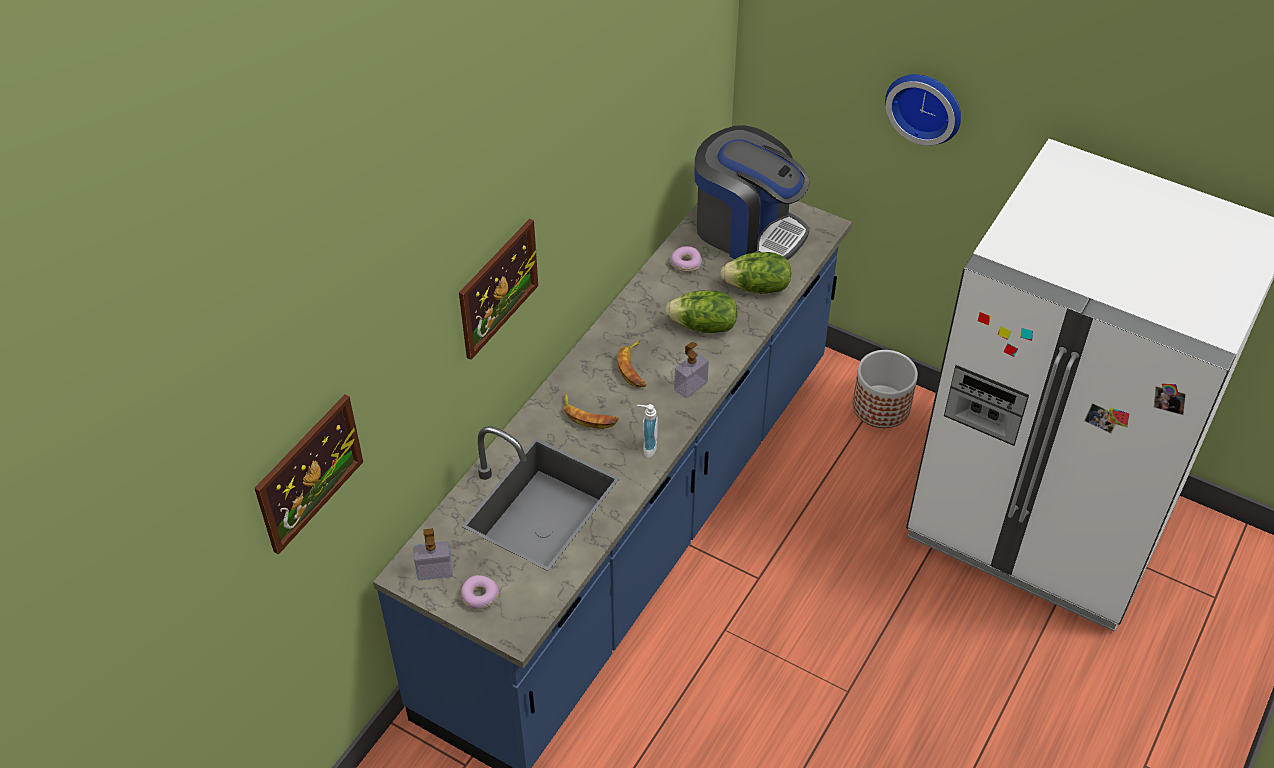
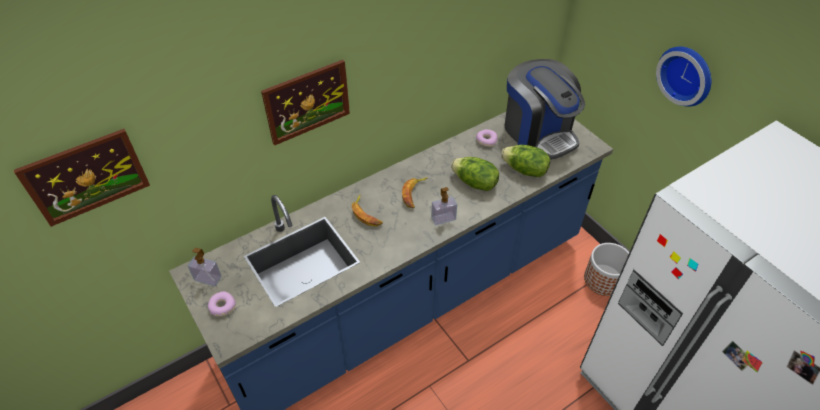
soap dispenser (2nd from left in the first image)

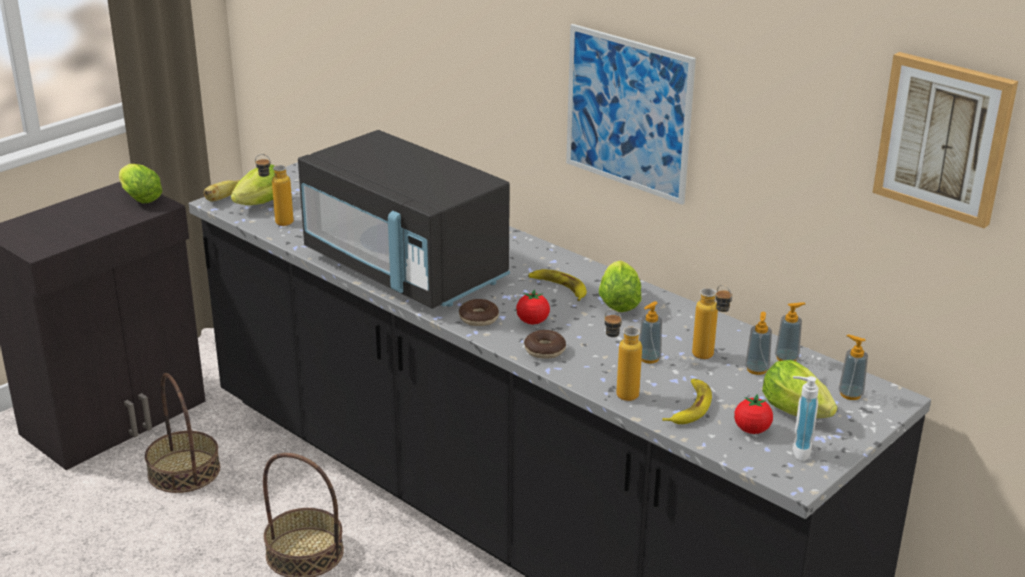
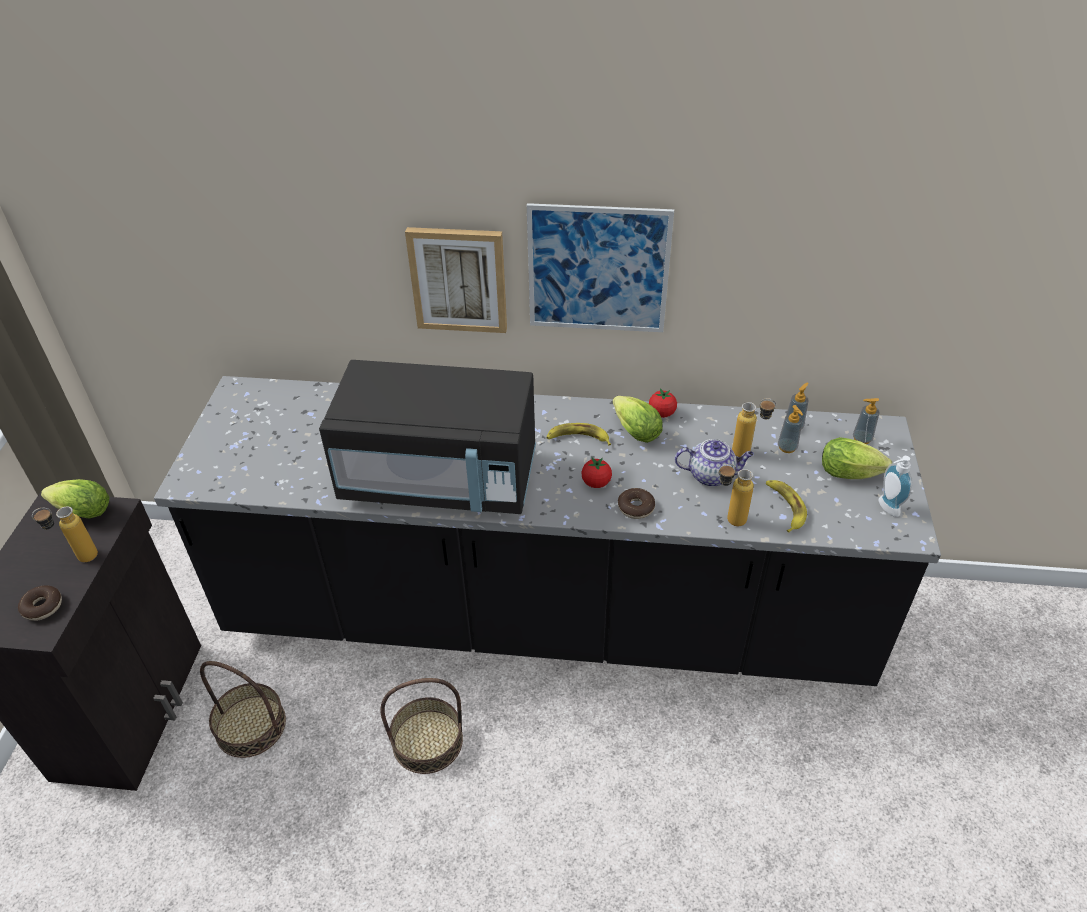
donut (1st from left)
bottle (1st from left)
picture (1st from left)
tomato (2nd from left)
teapot
banana (1st from left in the first image)
lettuce (2nd from left in the first image)

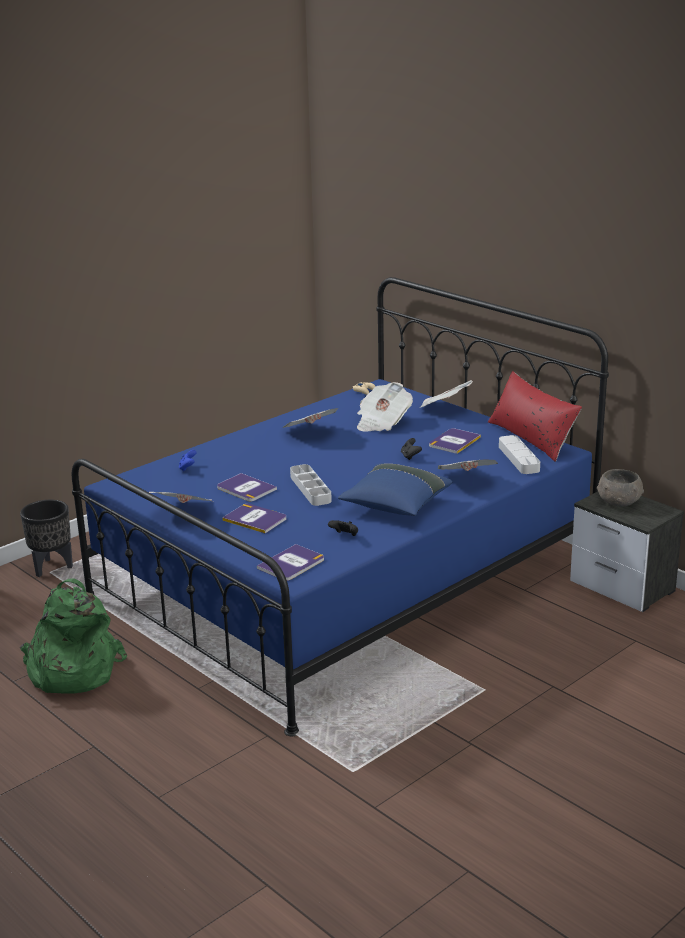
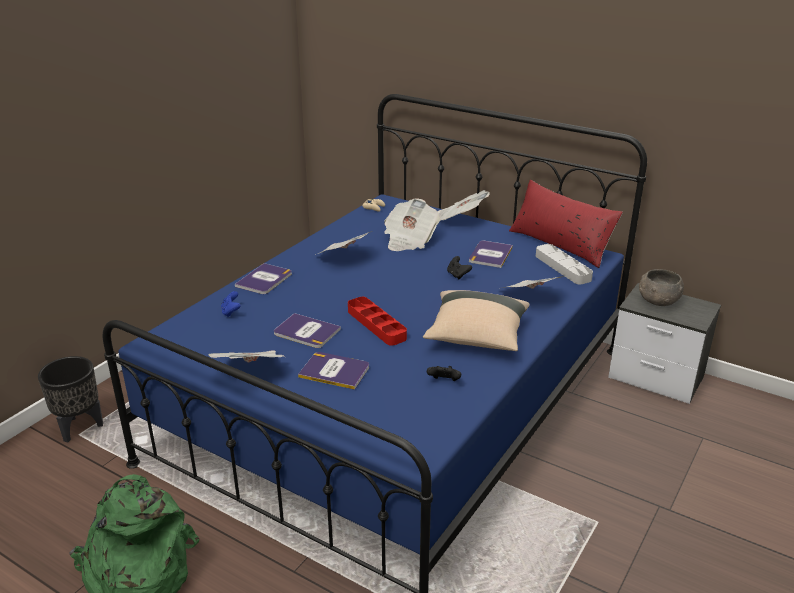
book (1st from left)
tray/red
pillow/beige

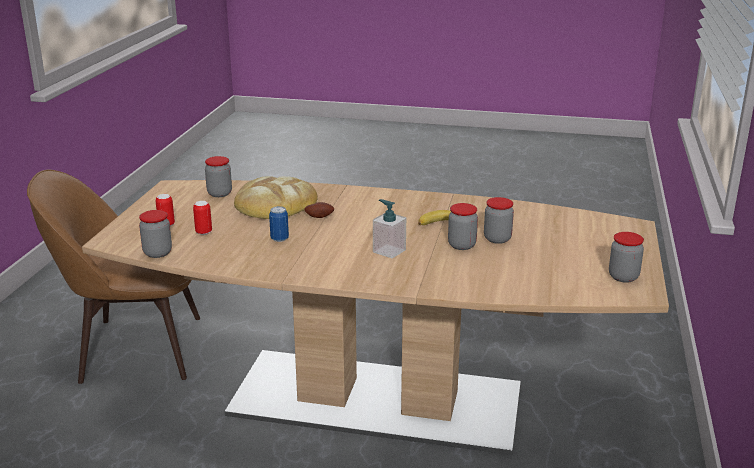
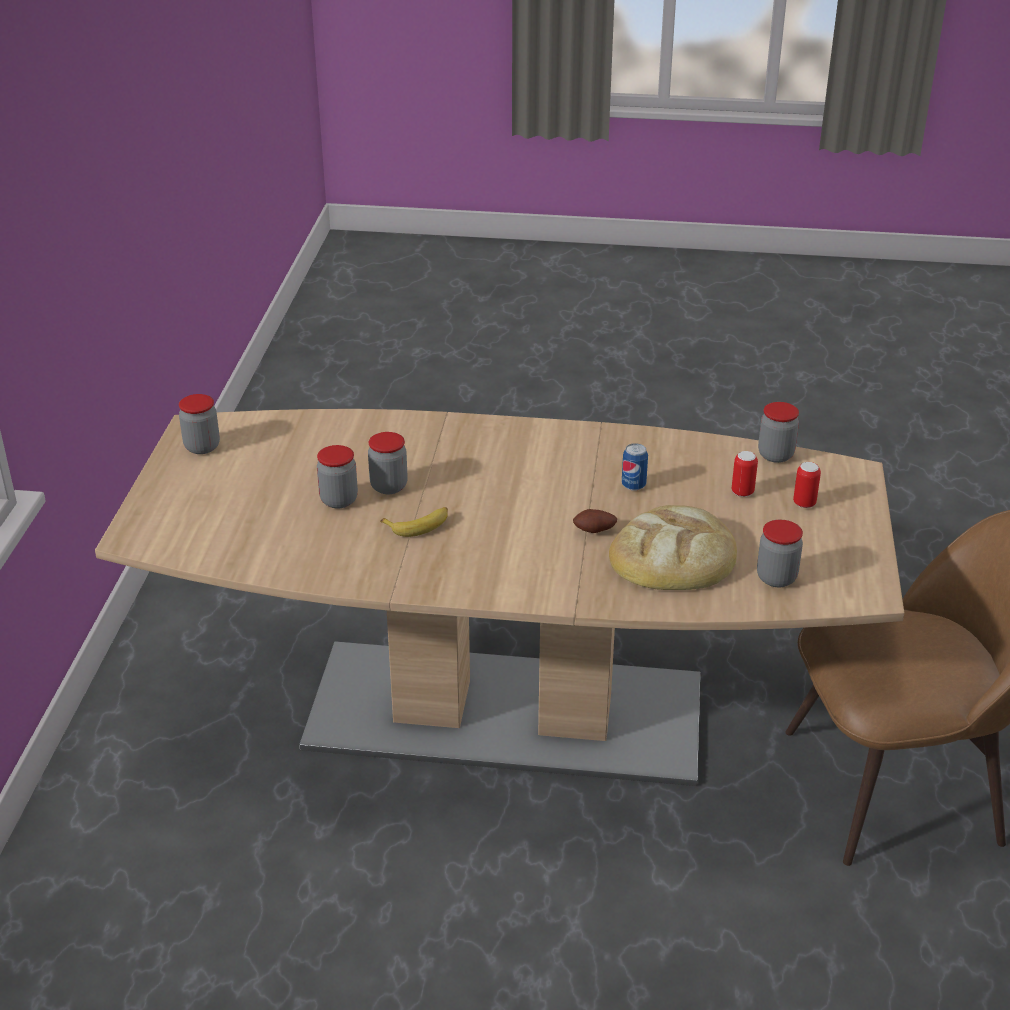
soap dispenser

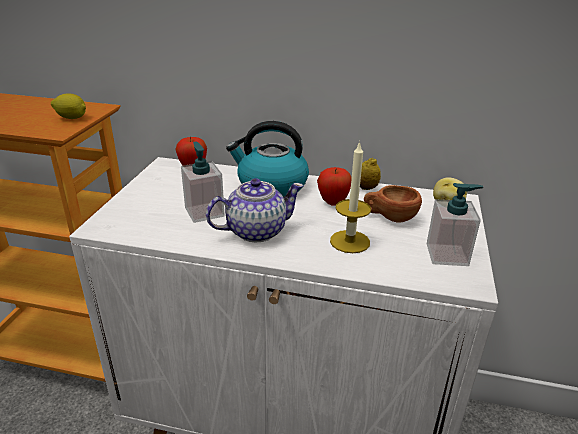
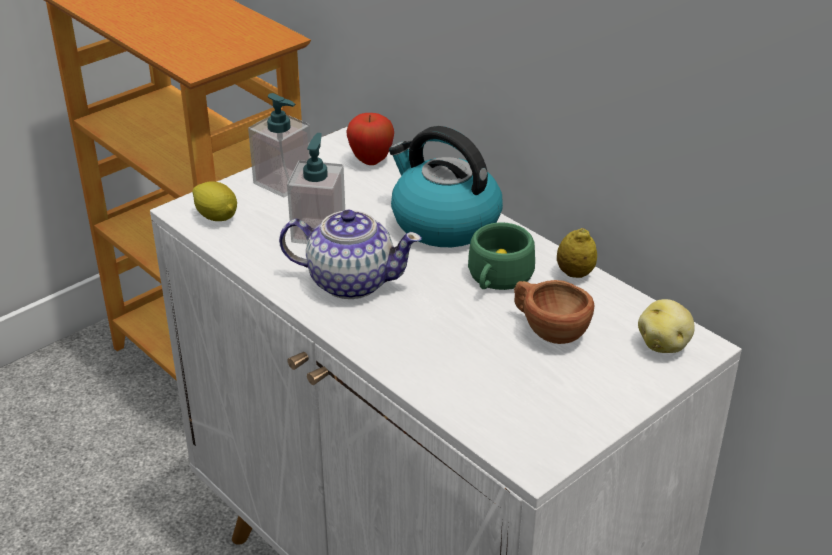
lemon (1st from left)
soap dispenser (1st from left)
cup/green
candle

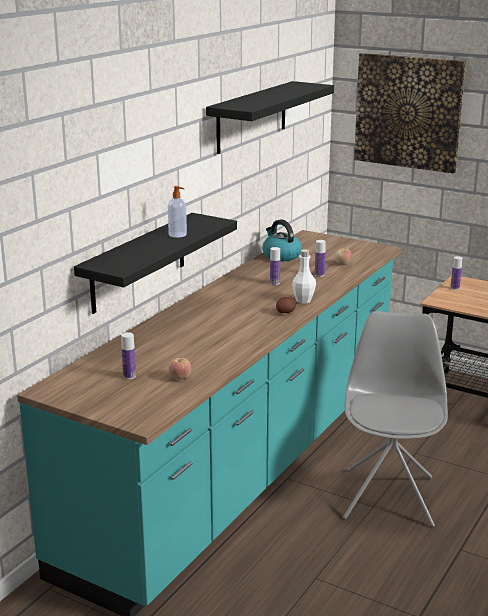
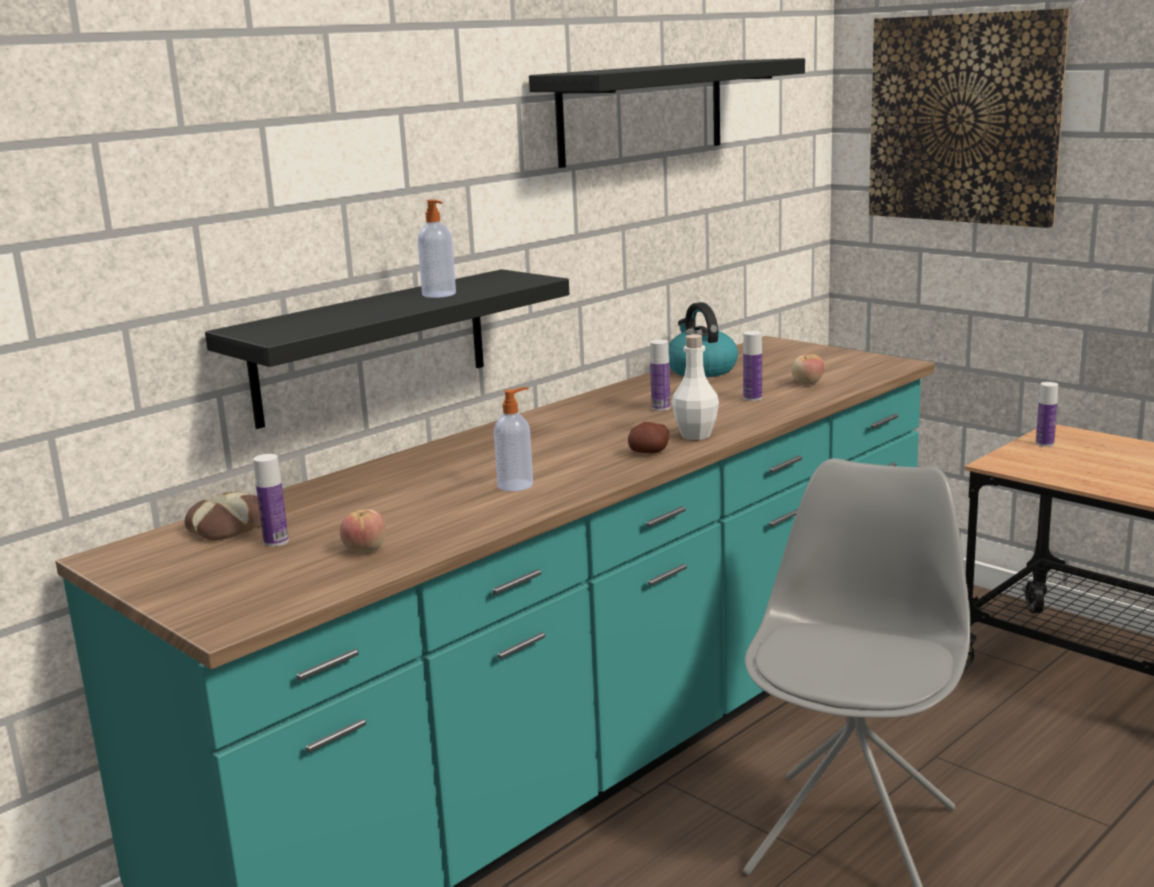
bread
soap dispenser (2nd from left)

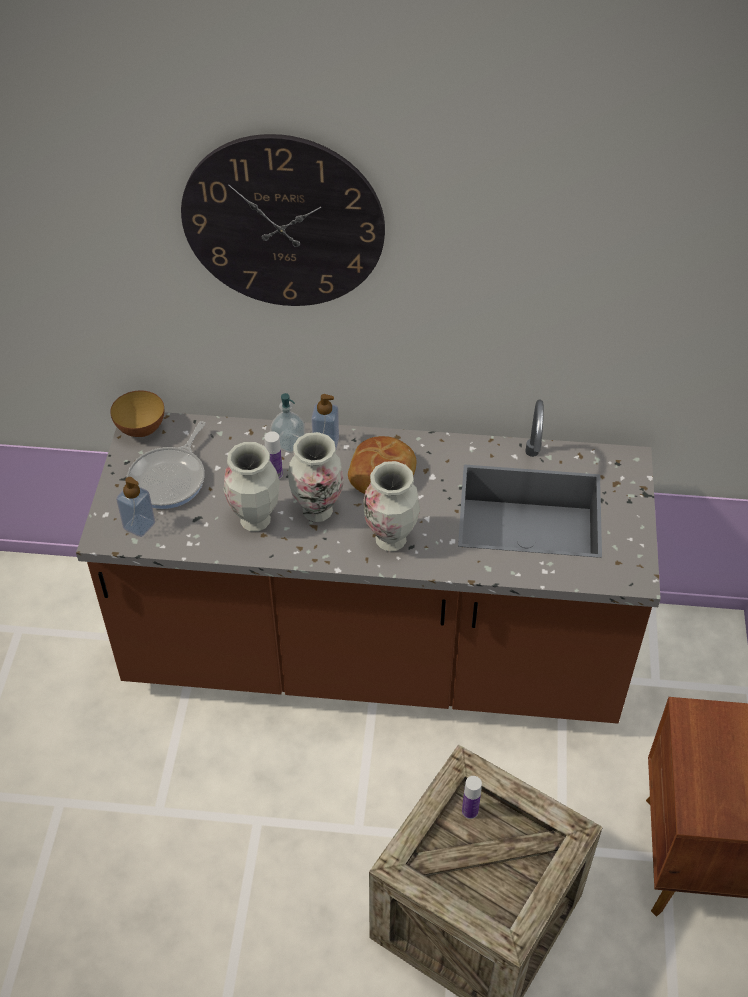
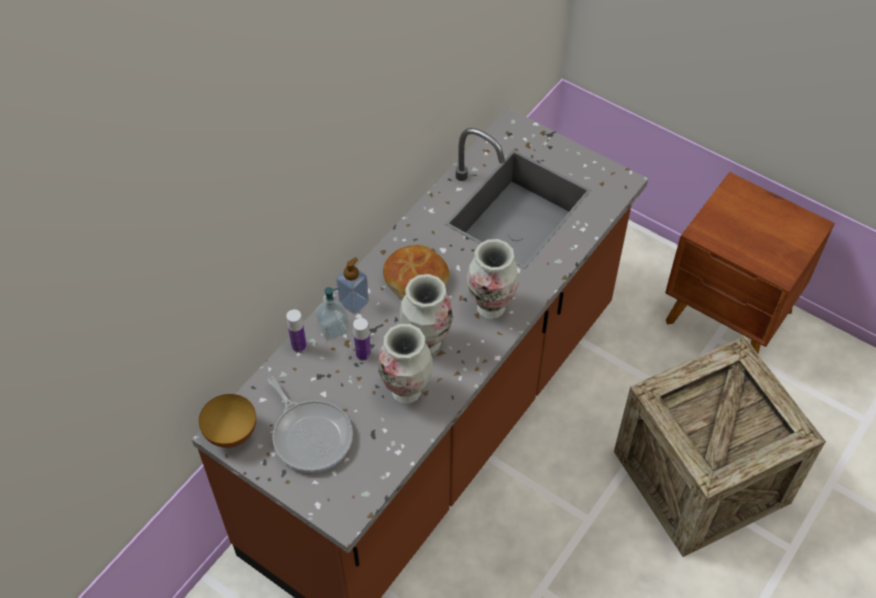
bottle (1st from left)
soap dispenser (1st from left in the first image)
wall clock

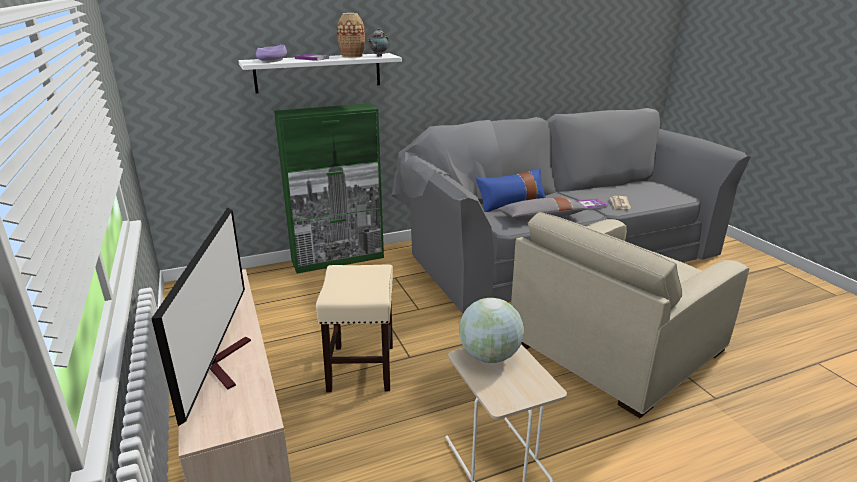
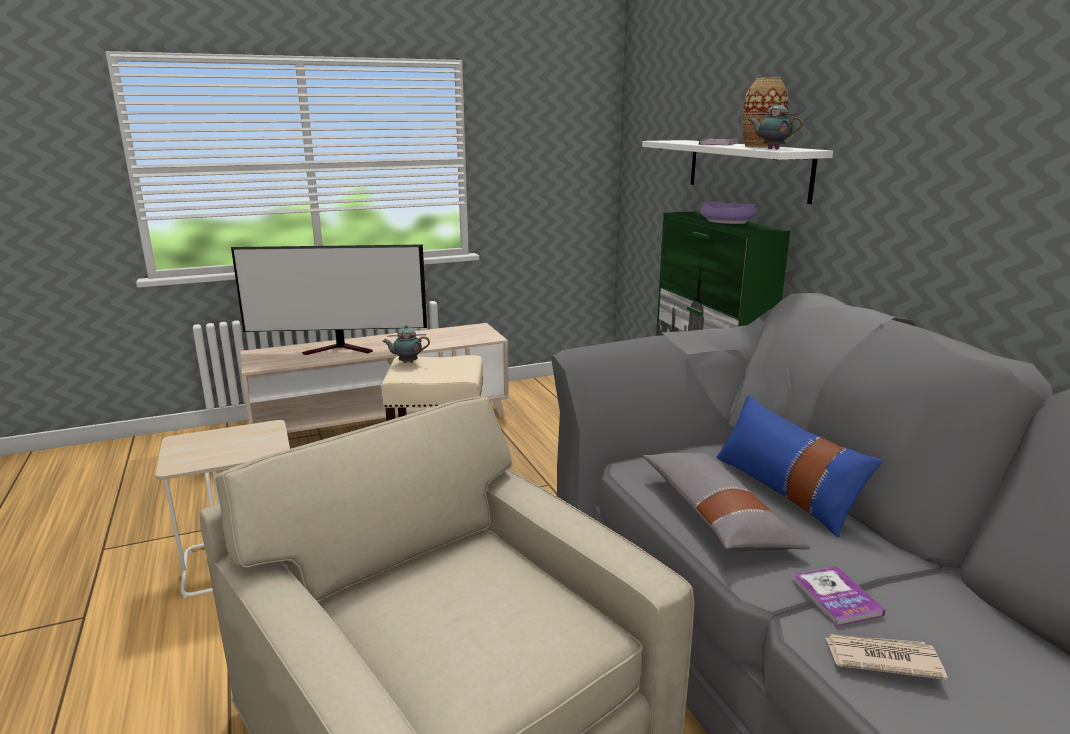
teapot (1st from left)
bowl/purple
globe

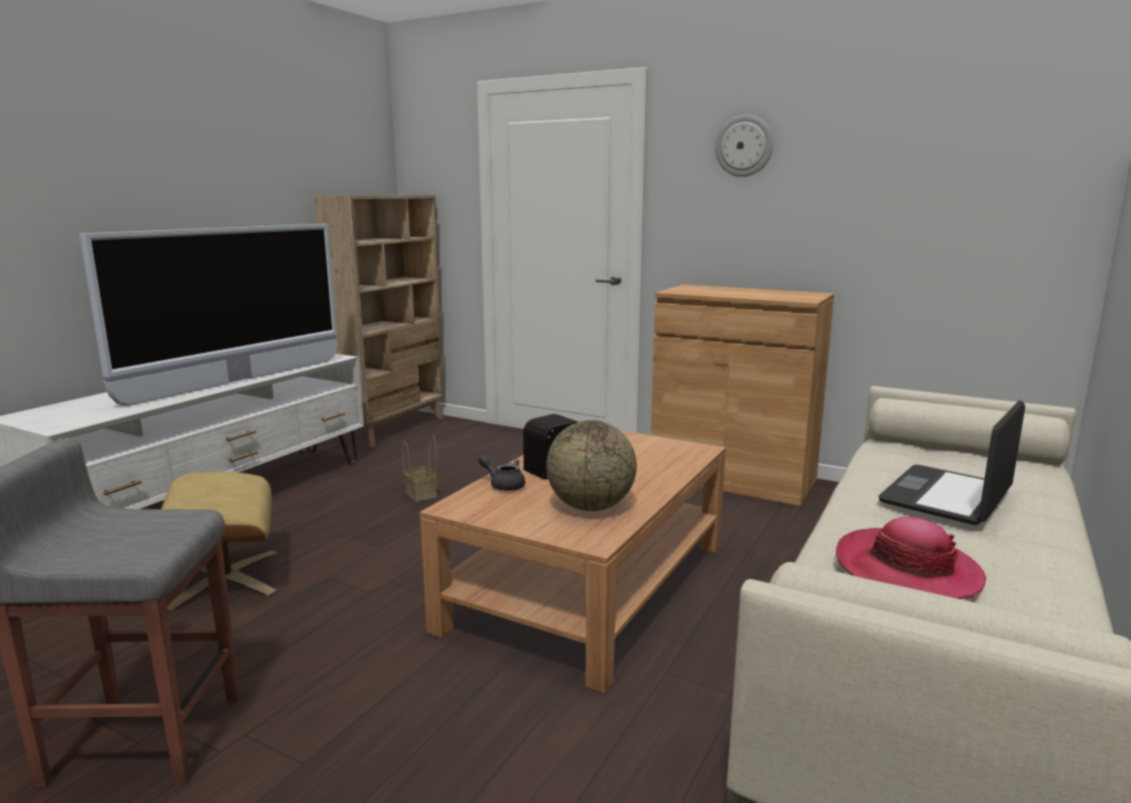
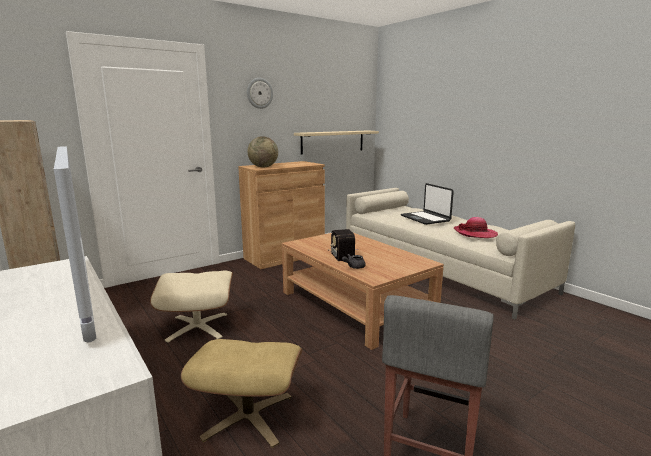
ottoman/beige (1st from left)
globe
shelf/beige

